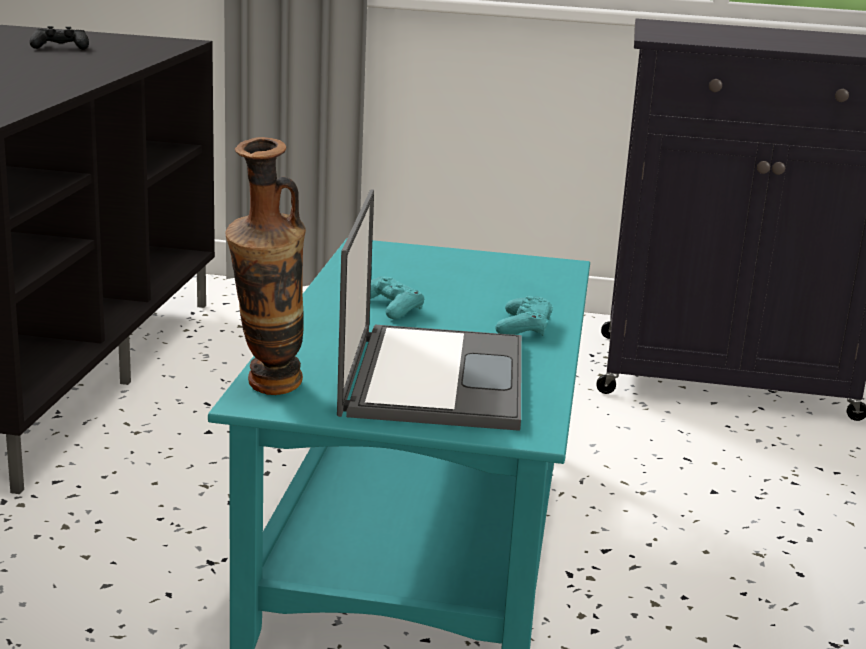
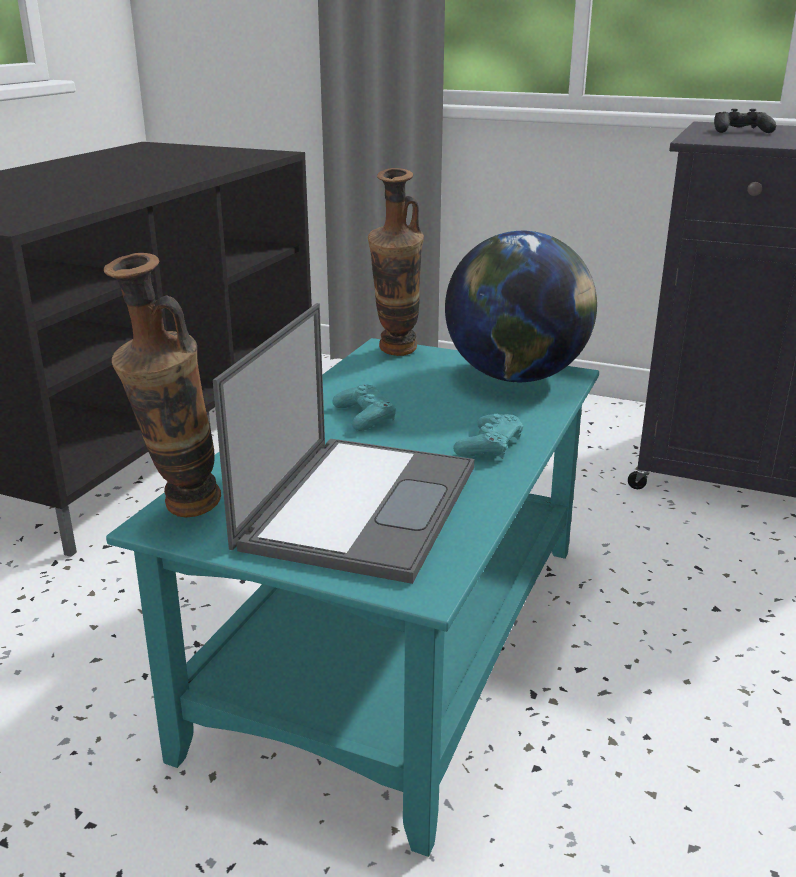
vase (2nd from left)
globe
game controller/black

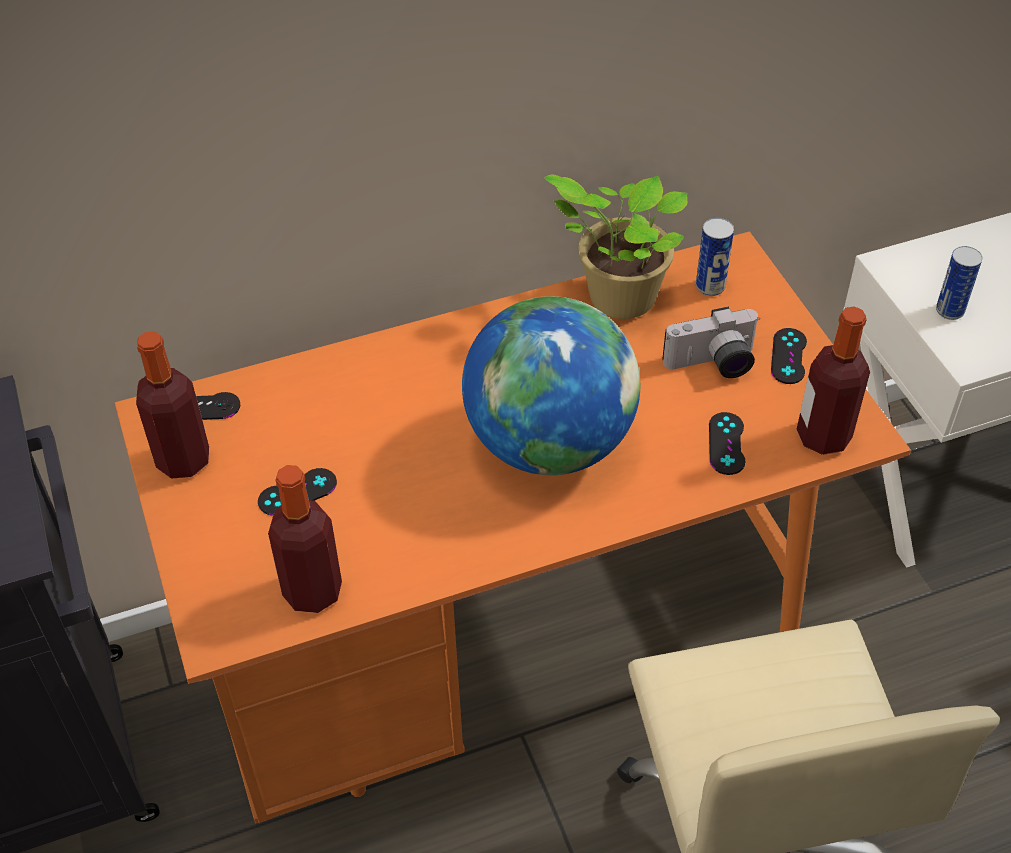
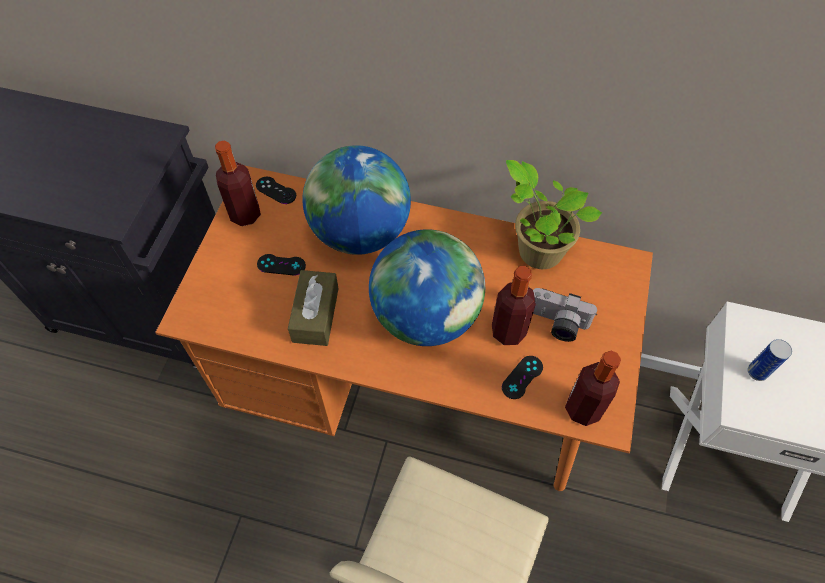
tissue box/brown
globe (1st from left)
bottle (2nd from left)
can (1st from left in the first image)
game controller/black (4th from left in the first image)

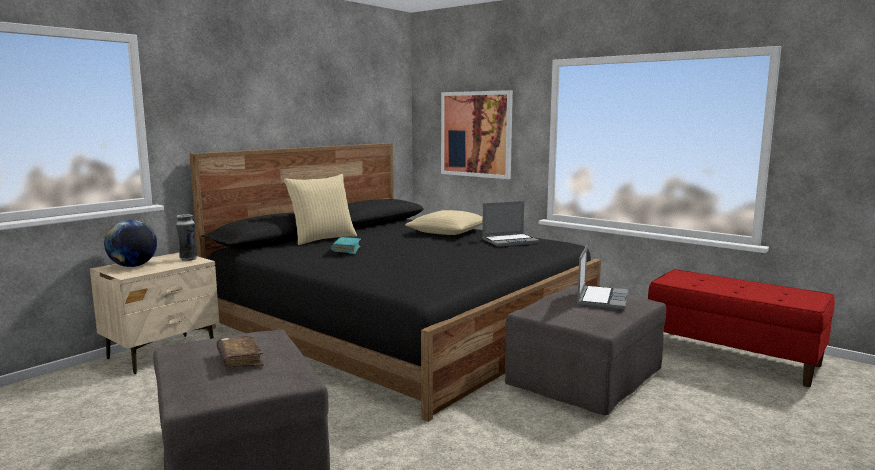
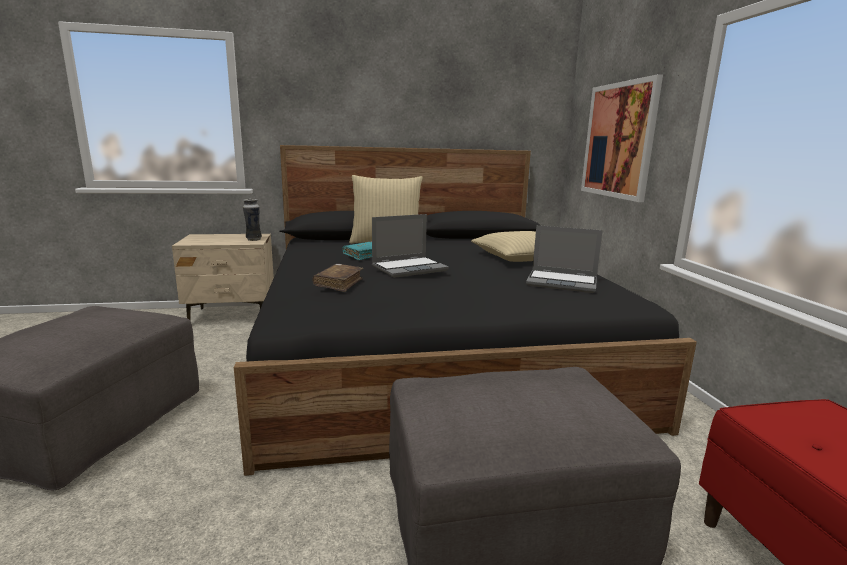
book/brown
laptop (1st from left)
globe

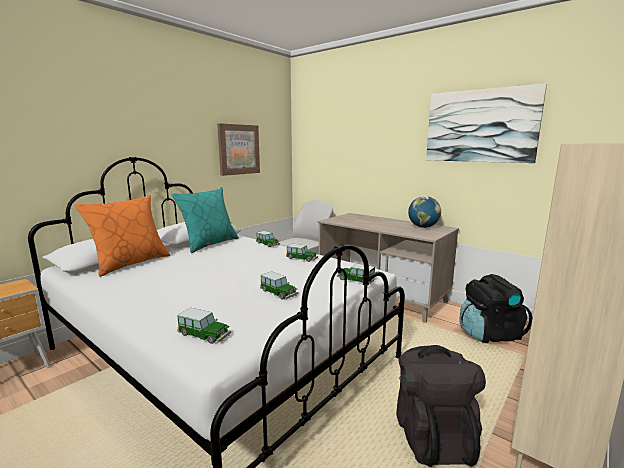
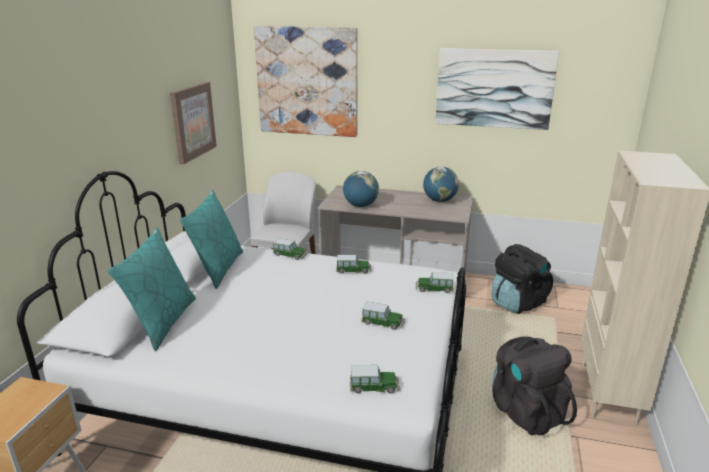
pillow/turquoise (1st from left)
picture (2nd from left)
globe (1st from left)

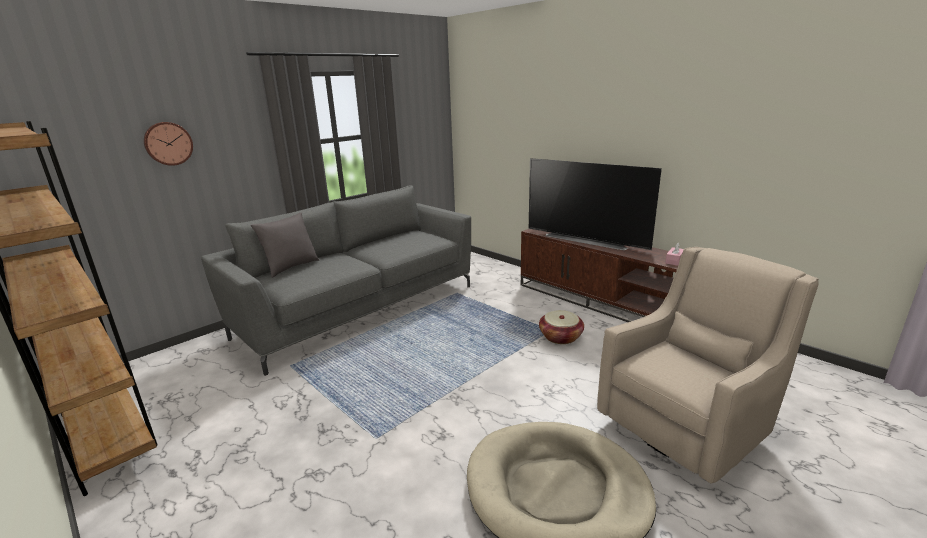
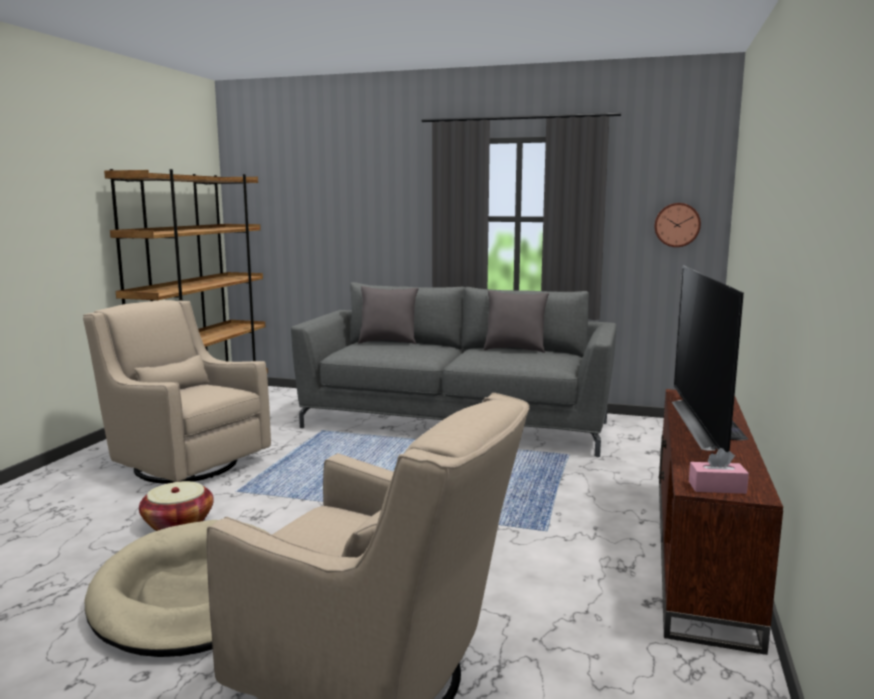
armchair/beige (1st from left)
basket
pillow/grey (2nd from left)
wall clock

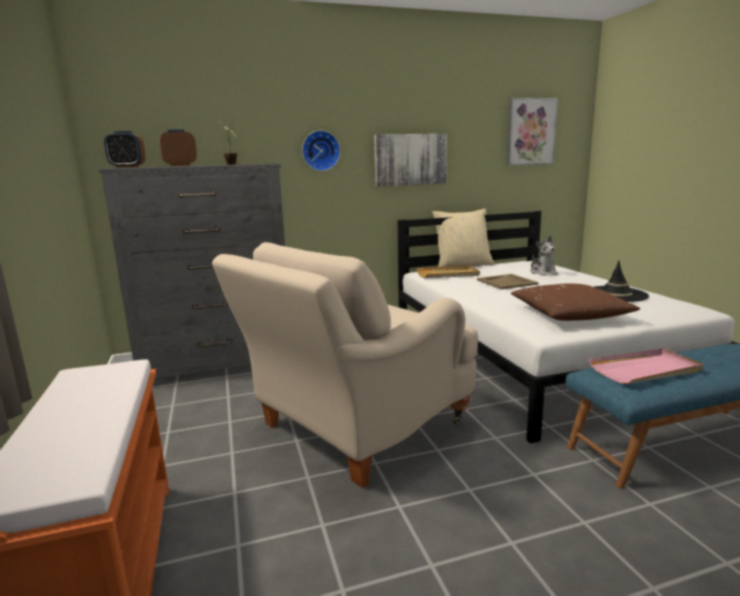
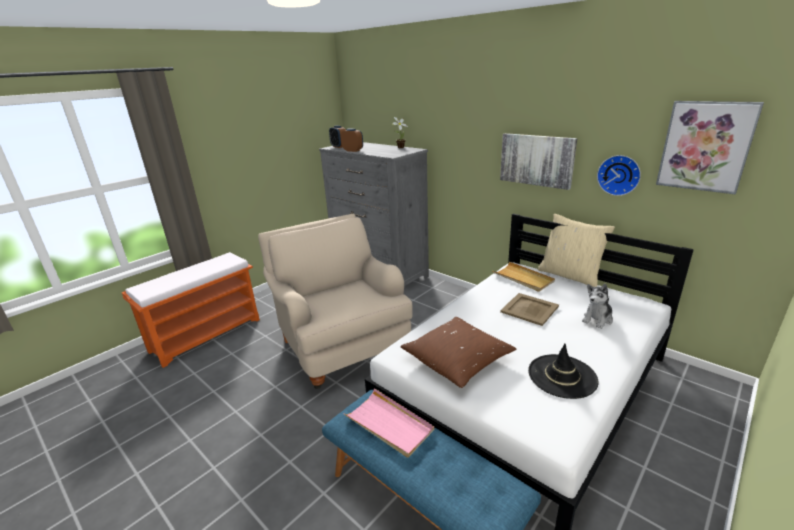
armchair/beige
wall clock

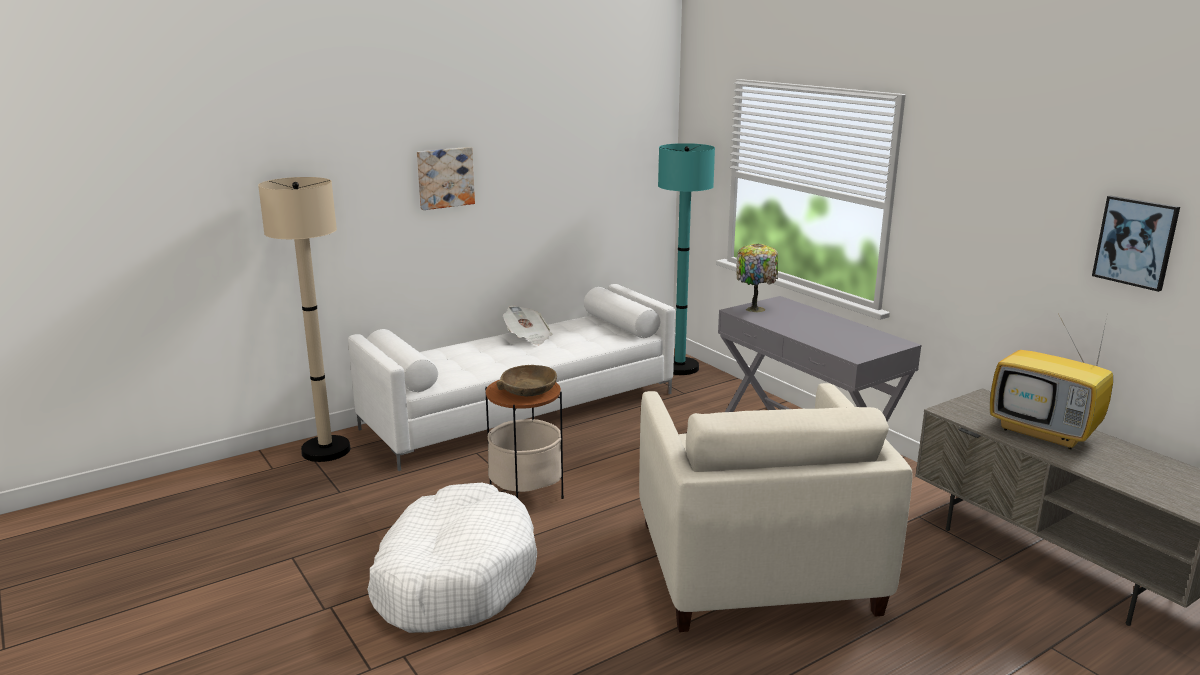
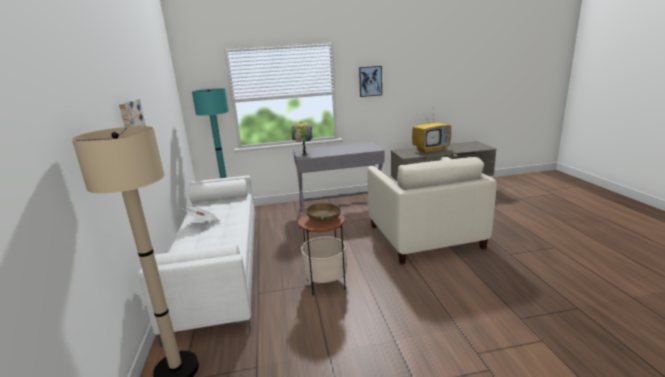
picture (2nd from left)
armchair/beige
dog bed/white

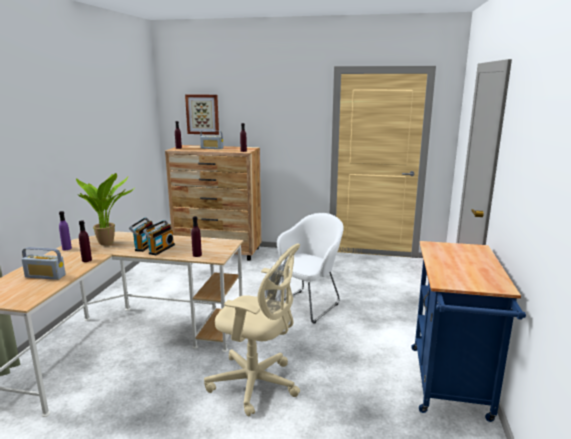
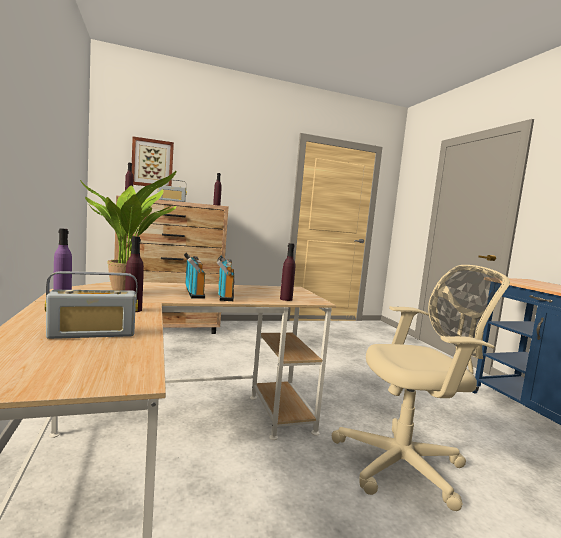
armchair/white

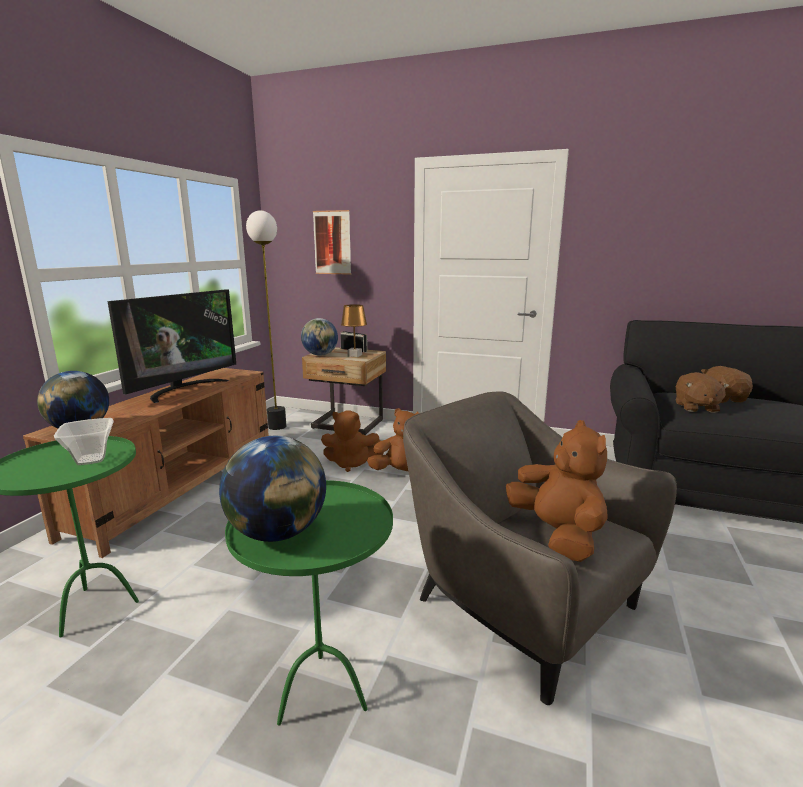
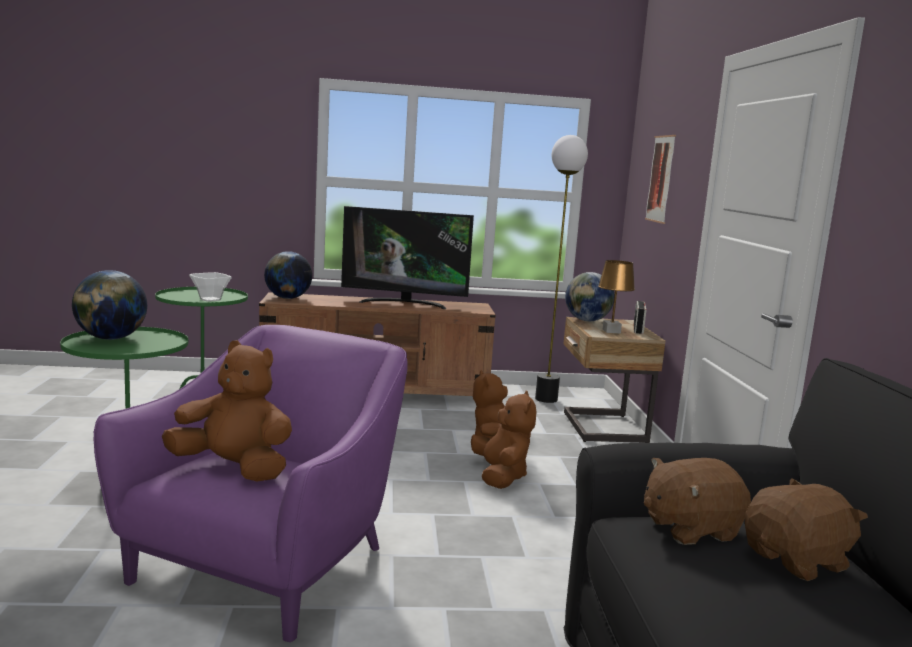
armchair/purple
plush toy/brown (1st from left)

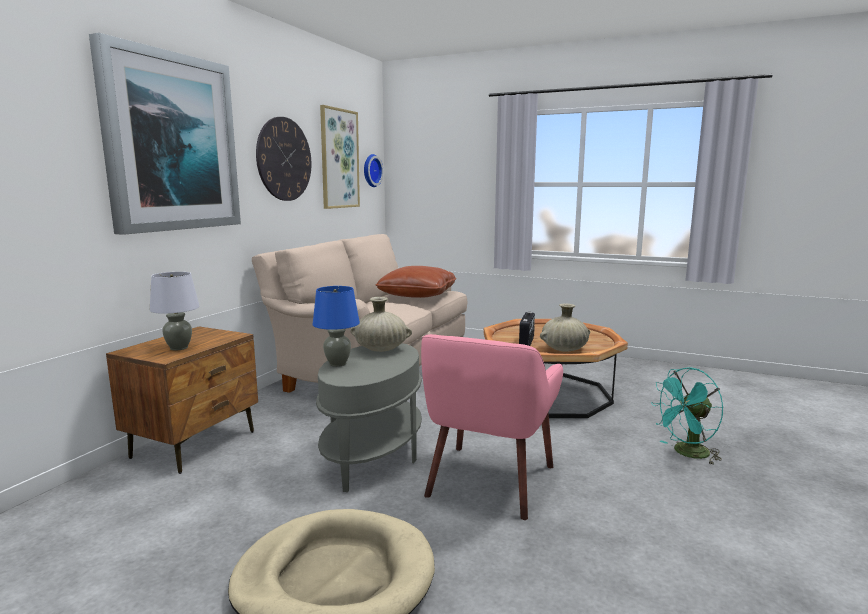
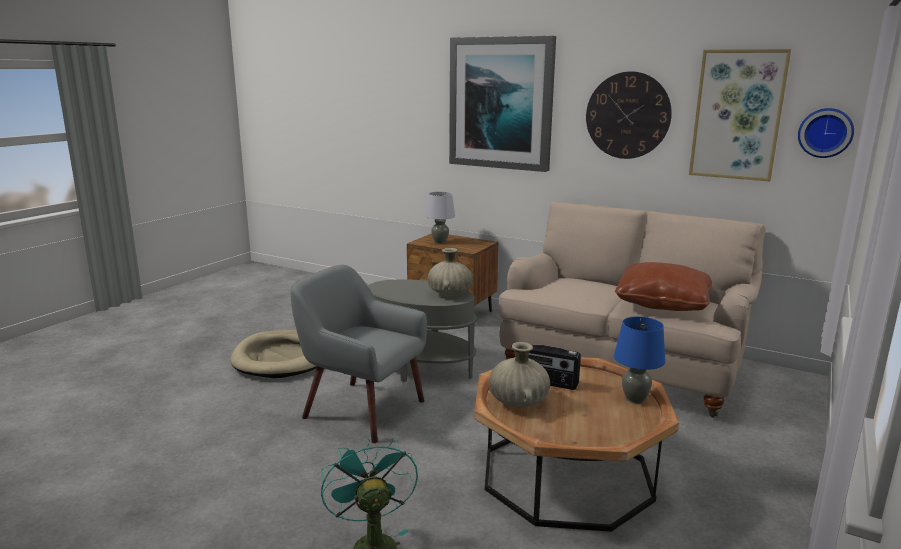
armchair/grey
table lamp/blue

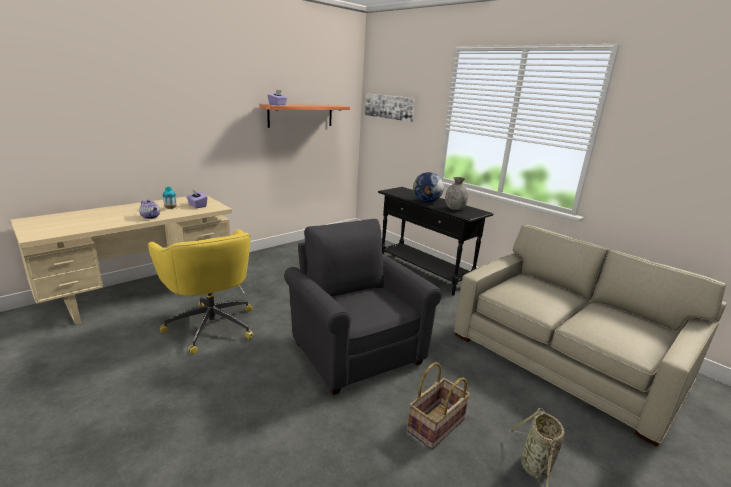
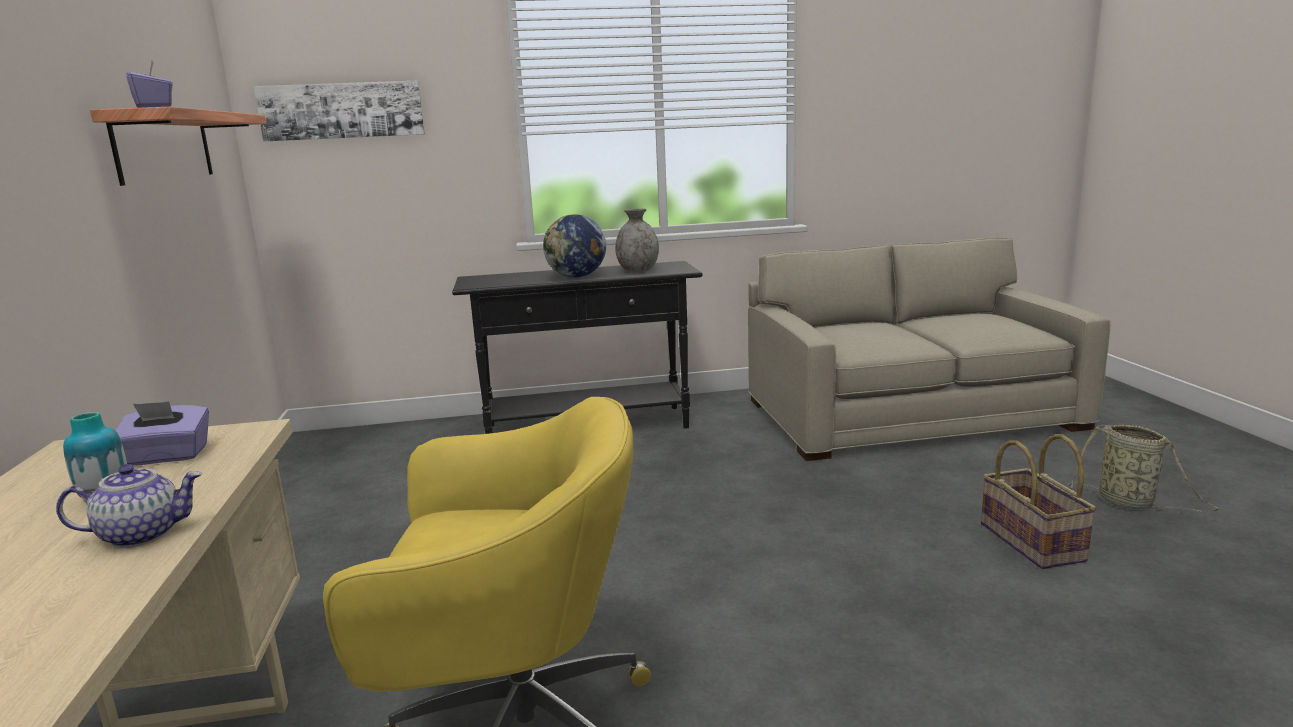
armchair/grey

